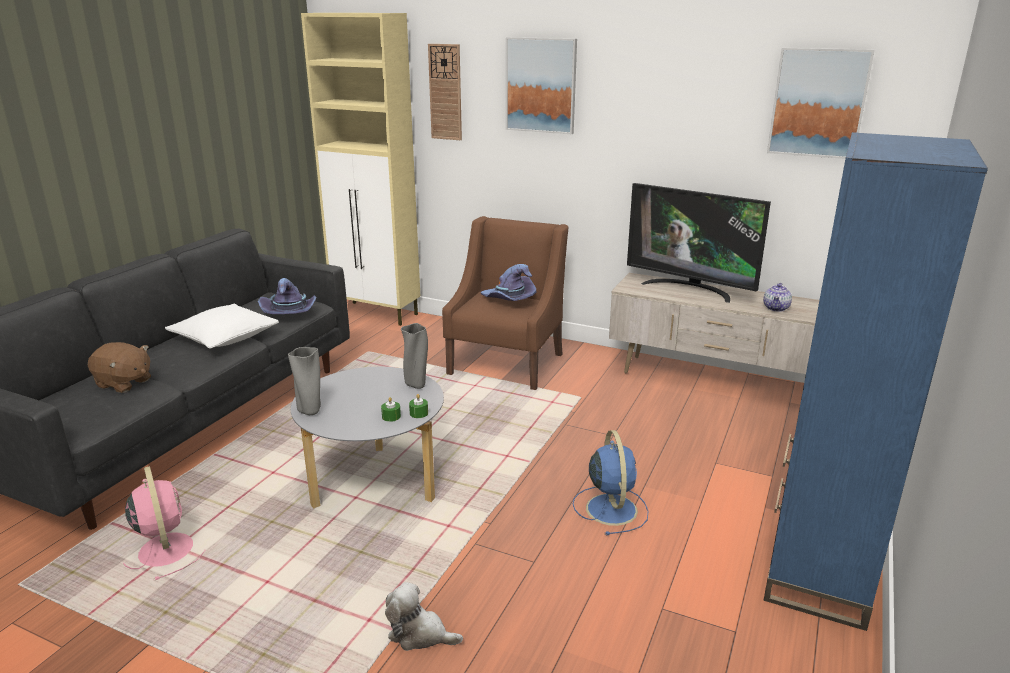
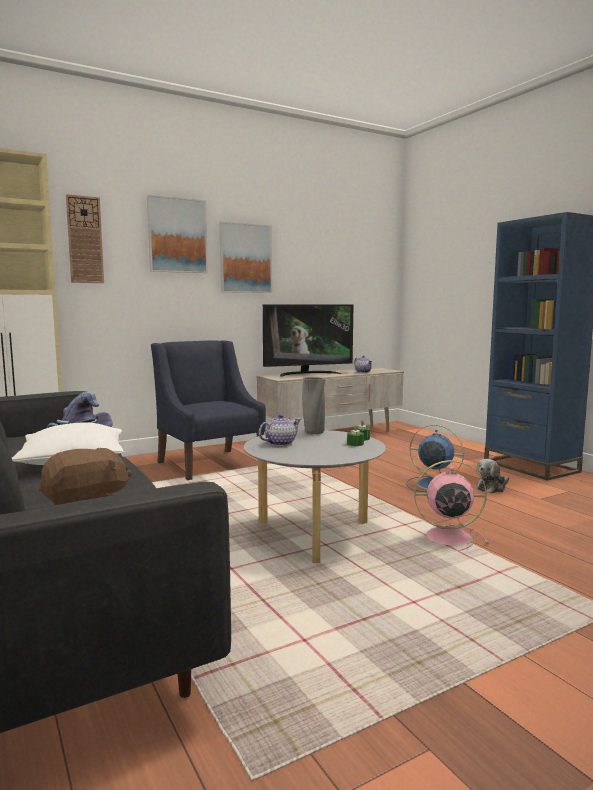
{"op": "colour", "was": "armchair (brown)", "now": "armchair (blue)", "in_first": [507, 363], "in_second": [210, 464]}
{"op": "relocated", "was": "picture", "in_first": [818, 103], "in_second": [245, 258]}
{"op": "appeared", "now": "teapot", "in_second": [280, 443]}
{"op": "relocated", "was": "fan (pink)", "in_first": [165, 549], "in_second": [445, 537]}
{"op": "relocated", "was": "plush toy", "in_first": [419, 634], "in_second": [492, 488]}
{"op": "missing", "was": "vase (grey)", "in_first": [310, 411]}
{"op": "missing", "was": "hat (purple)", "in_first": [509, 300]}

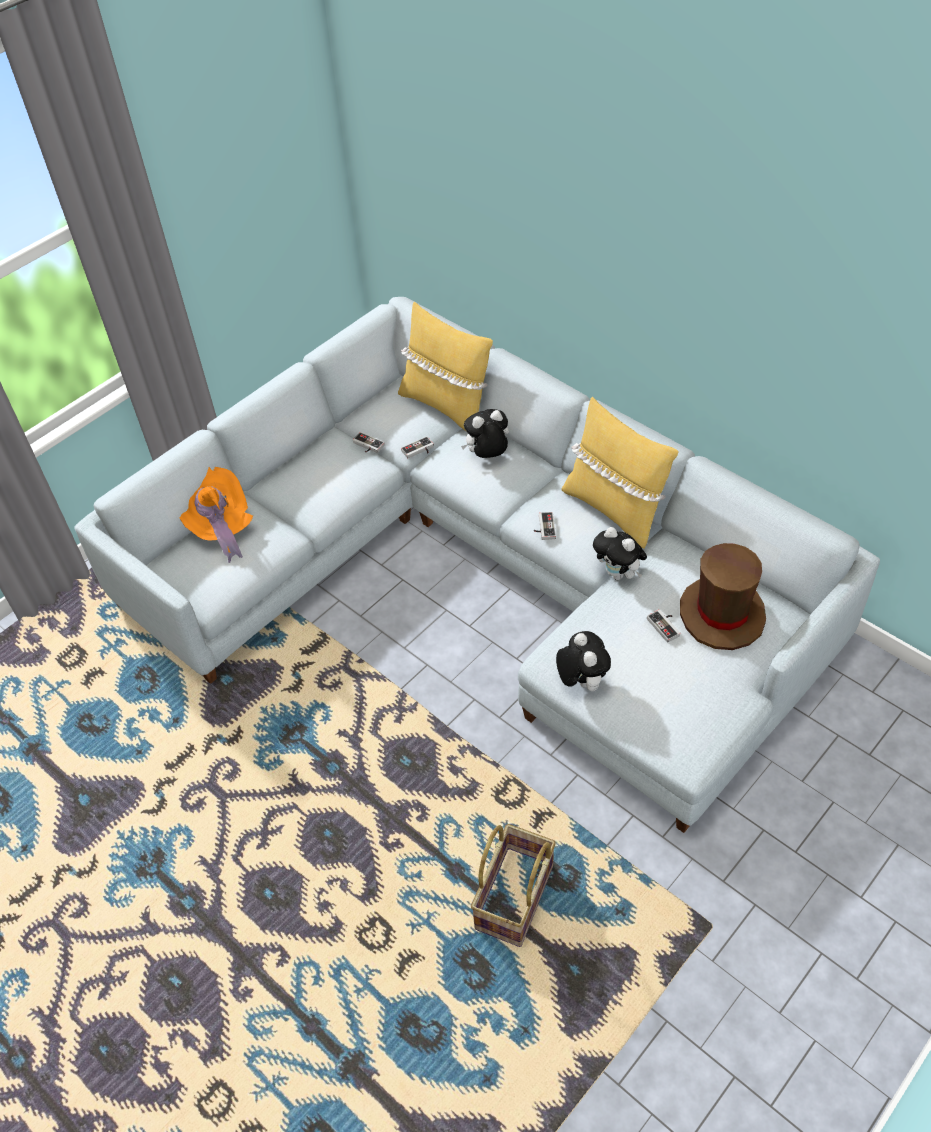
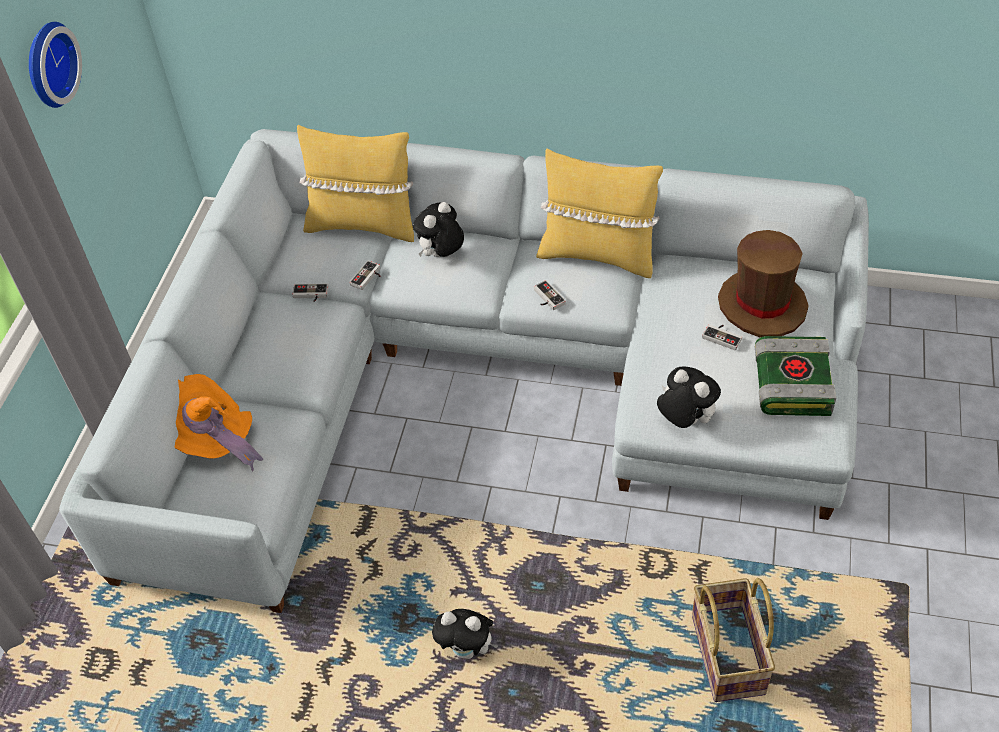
{"op": "appeared", "now": "wall clock", "in_second": [48, 64]}
{"op": "relocated", "was": "plush toy", "in_first": [618, 574], "in_second": [467, 650]}
{"op": "appeared", "now": "book", "in_second": [791, 382]}

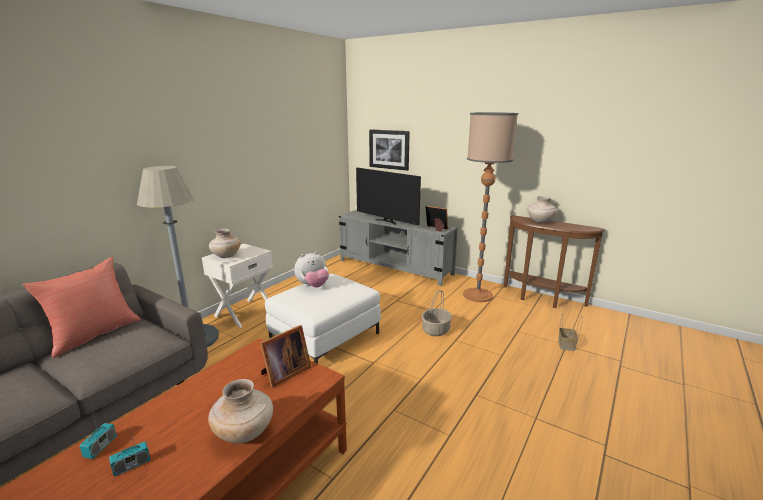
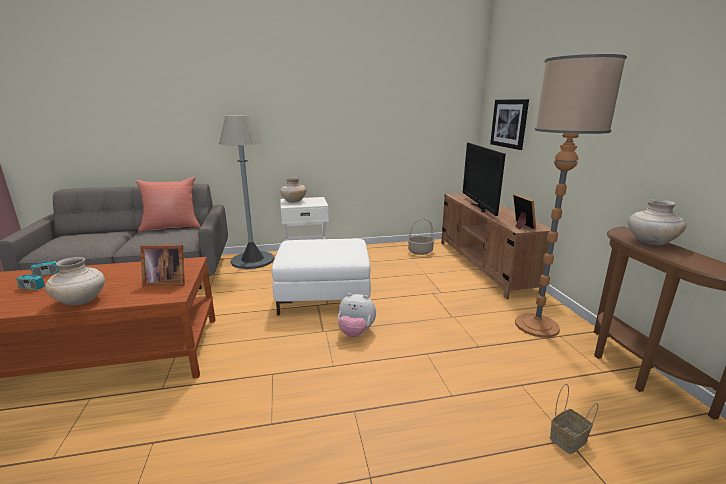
{"op": "relocated", "was": "plush toy", "in_first": [313, 286], "in_second": [356, 332]}
{"op": "relocated", "was": "basket", "in_first": [435, 330], "in_second": [420, 251]}
{"op": "colour", "was": "tv stand (grey)", "now": "tv stand (brown)", "in_first": [395, 267], "in_second": [484, 265]}

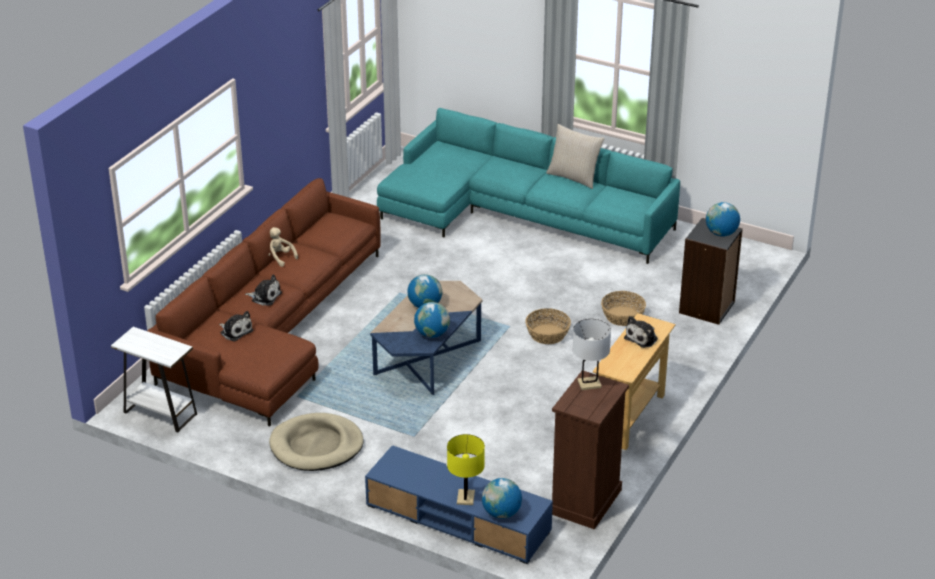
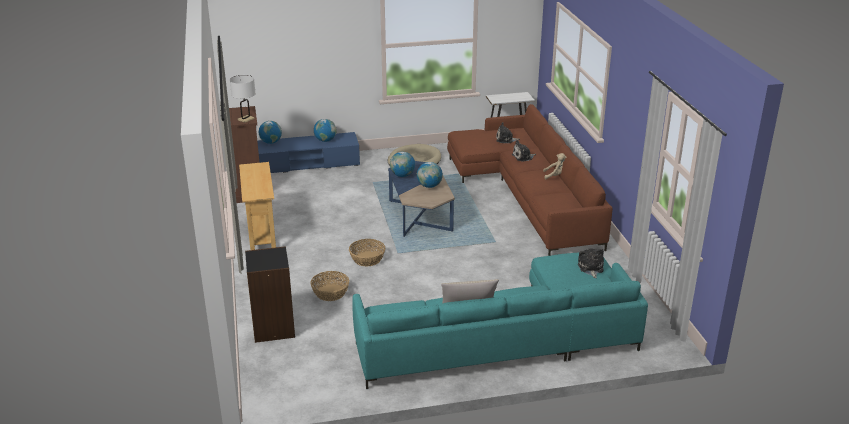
{"op": "relocated", "was": "globe", "in_first": [721, 233], "in_second": [325, 140]}
{"op": "relocated", "was": "plush toy", "in_first": [642, 338], "in_second": [590, 268]}
{"op": "missing", "was": "table lamp (yellow)", "in_first": [465, 498]}

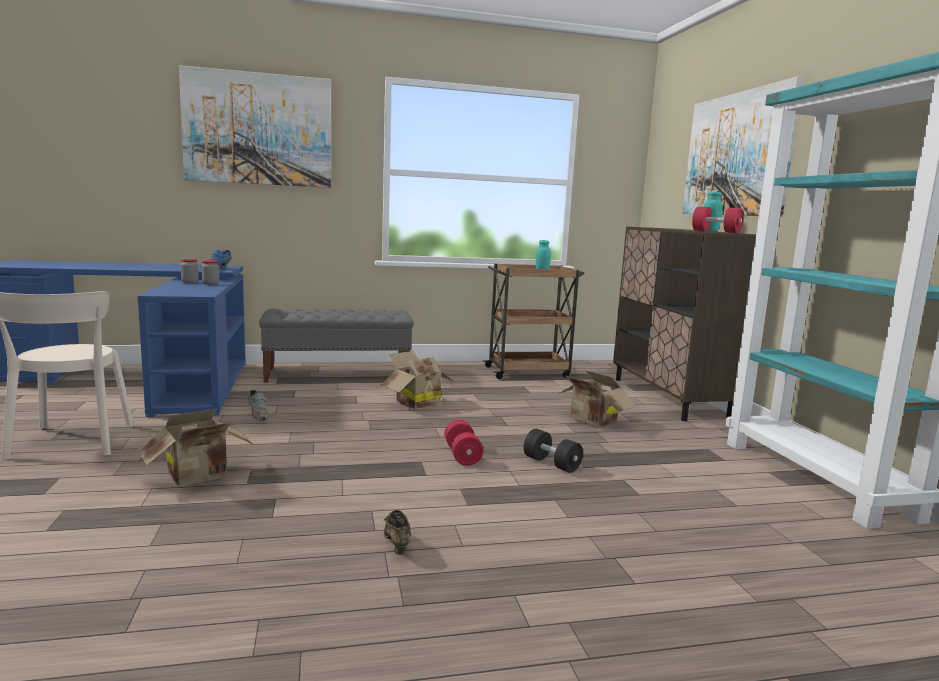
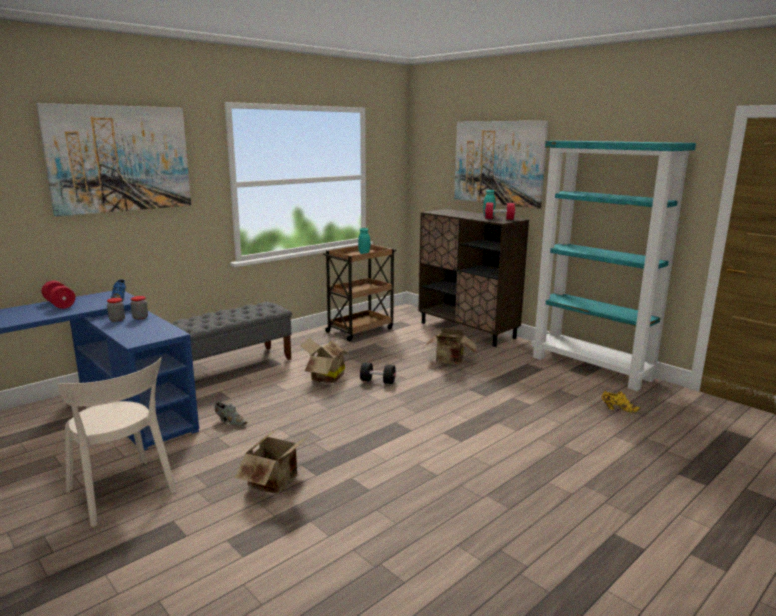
{"op": "relocated", "was": "dumbbell (red)", "in_first": [462, 455], "in_second": [59, 304]}
{"op": "relocated", "was": "dumbbell (black)", "in_first": [551, 464], "in_second": [377, 381]}
{"op": "appeared", "now": "shoe (yellow)", "in_second": [618, 409]}
{"op": "missing", "was": "shoe (brown)", "in_first": [396, 544]}

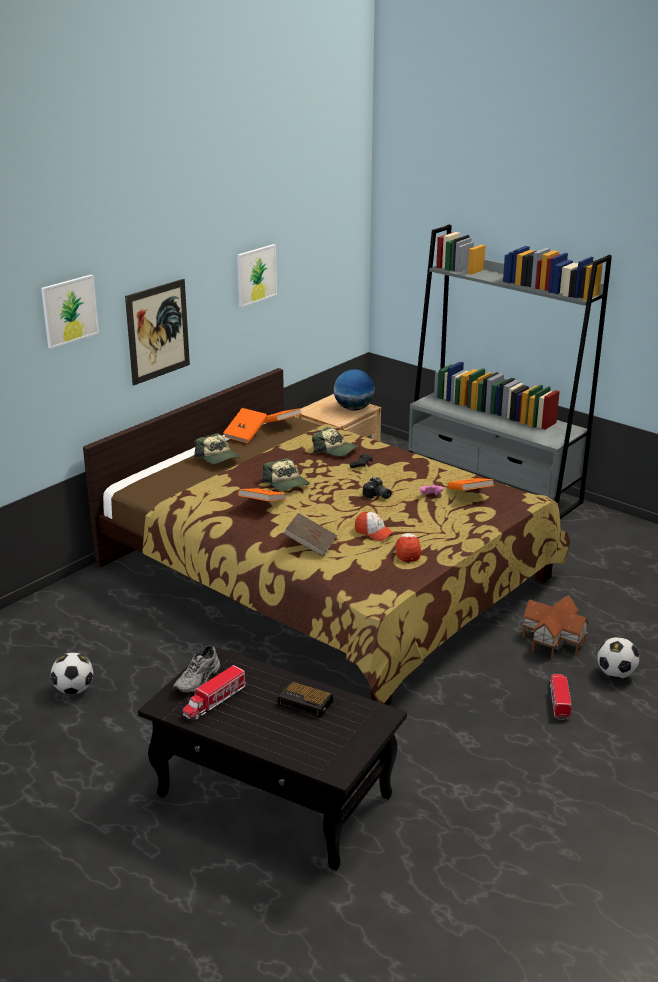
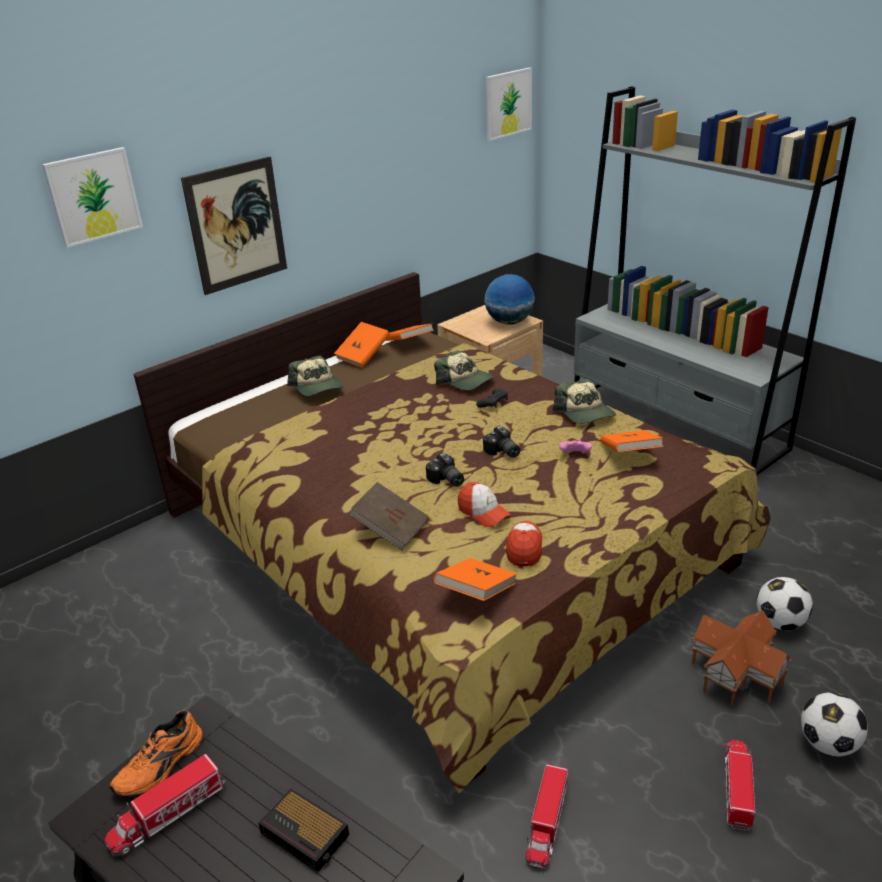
{"op": "colour", "was": "shoe (grey)", "now": "shoe (orange)", "in_first": [199, 680], "in_second": [161, 766]}
{"op": "appeared", "now": "photo camera", "in_second": [446, 480]}
{"op": "relocated", "was": "book (orange)", "in_first": [262, 505], "in_second": [476, 593]}
{"op": "relocated", "was": "picture", "in_first": [256, 275], "in_second": [508, 103]}
{"op": "appeared", "now": "toy truck", "in_second": [547, 823]}
{"op": "relocated", "was": "cap", "in_first": [286, 483], "in_second": [585, 413]}
{"op": "relocated", "was": "football", "in_first": [74, 690], "in_second": [780, 622]}

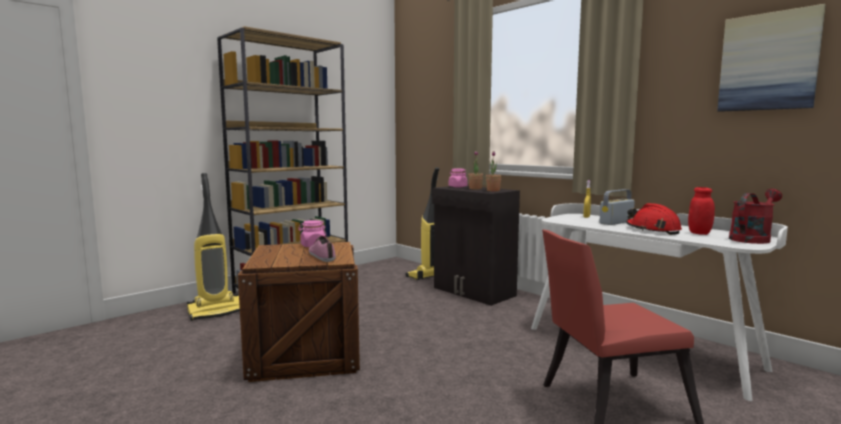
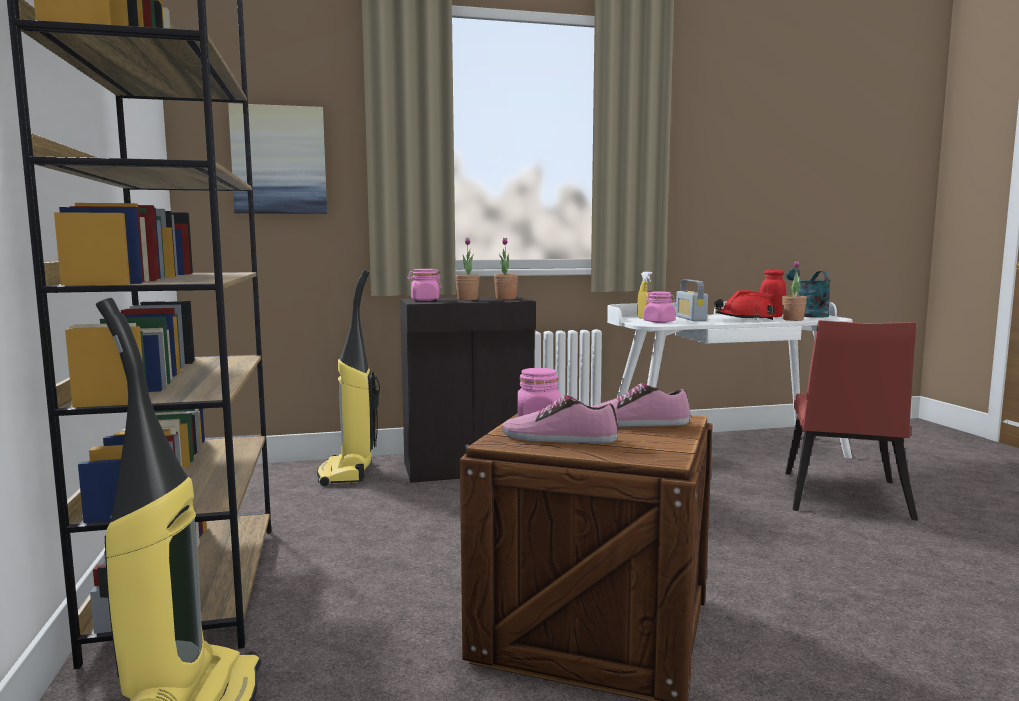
{"op": "relocated", "was": "picture", "in_first": [768, 62], "in_second": [279, 160]}
{"op": "appeared", "now": "shoe", "in_second": [559, 438]}
{"op": "appeared", "now": "jar (pink)", "in_second": [659, 322]}
{"op": "appeared", "now": "potted plant", "in_second": [793, 320]}
{"op": "colour", "was": "watering can (red)", "now": "watering can (turquoise)", "in_first": [752, 239], "in_second": [807, 315]}

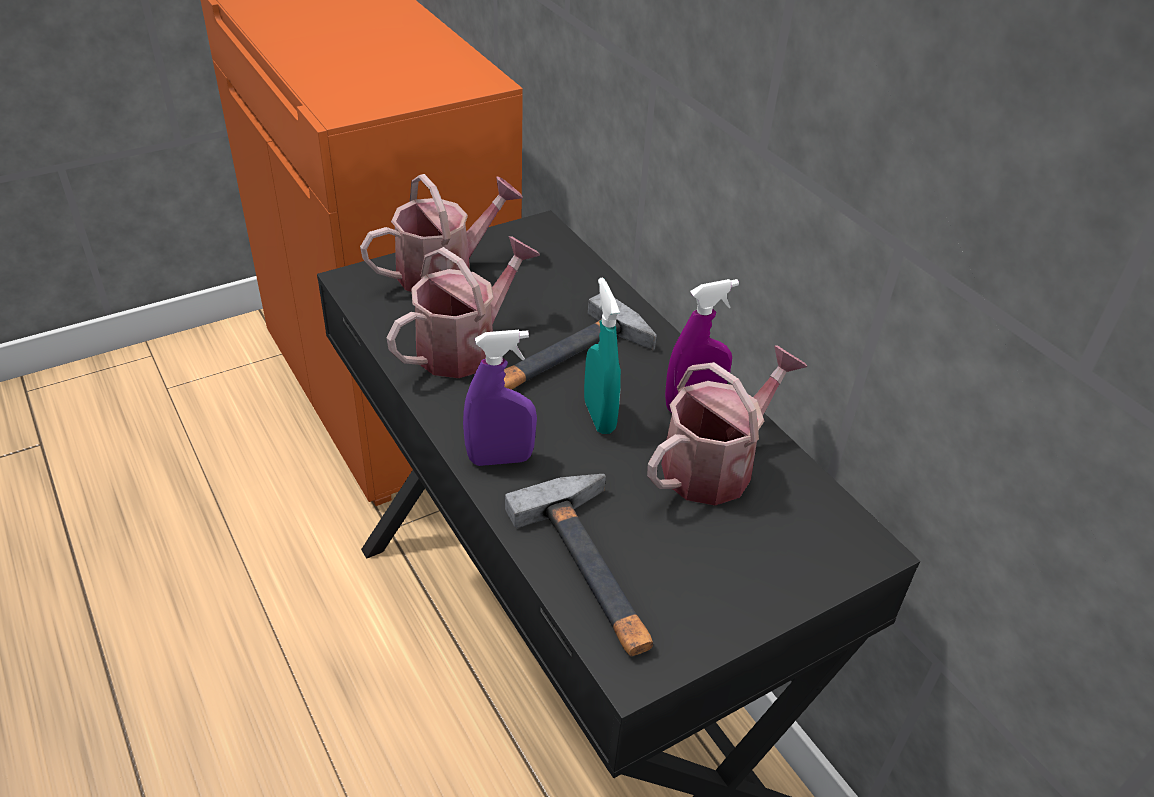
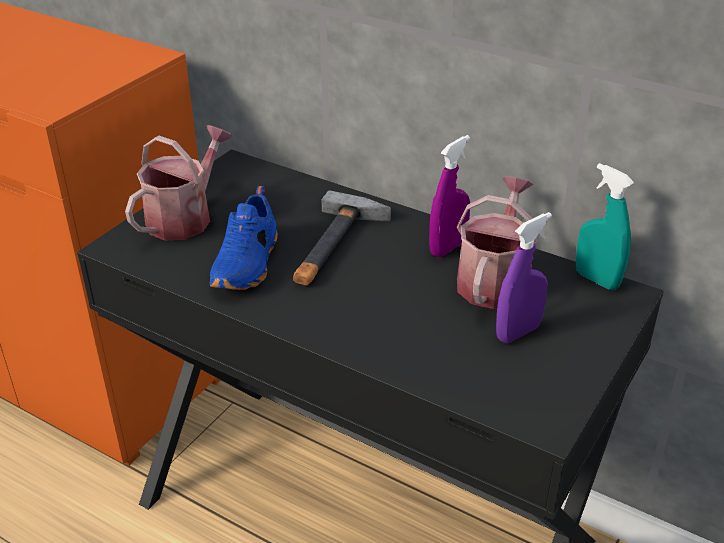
{"op": "exchanged", "was": "watering can", "now": "shoe (blue)", "in_first": [465, 346], "in_second": [248, 264]}
{"op": "relocated", "was": "spray bottle (purple)", "in_first": [500, 459], "in_second": [518, 332]}
{"op": "relocated", "was": "spray bottle (turquoise)", "in_first": [599, 416], "in_second": [596, 279]}
{"op": "missing", "was": "hammer", "in_first": [595, 568]}

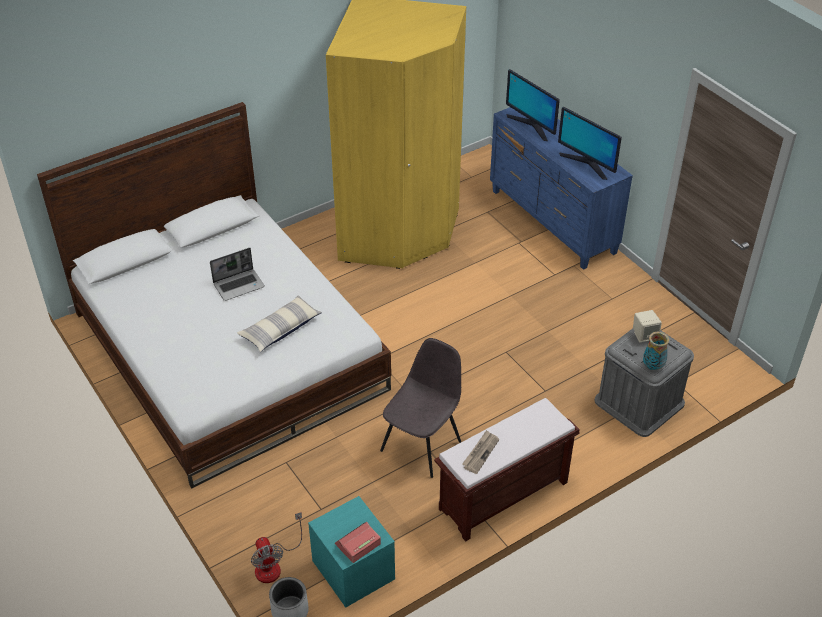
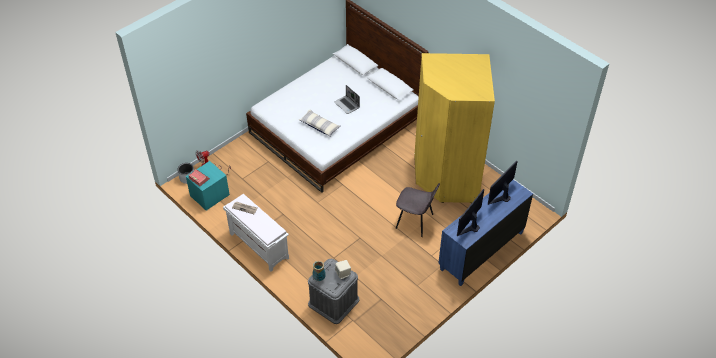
{"op": "colour", "was": "bench (brown)", "now": "bench (white)", "in_first": [502, 497], "in_second": [258, 246]}
{"op": "relocated", "was": "chair (grey)", "in_first": [422, 444], "in_second": [415, 221]}

